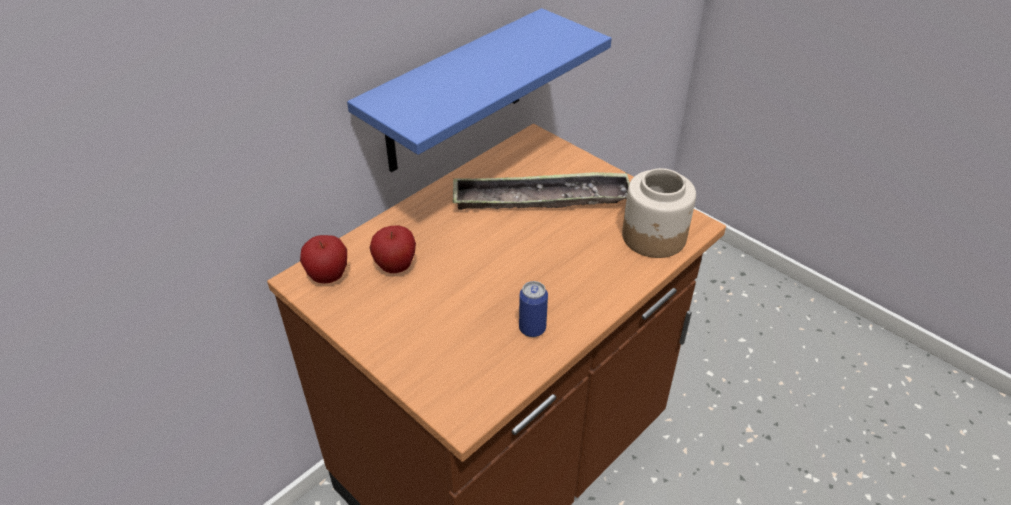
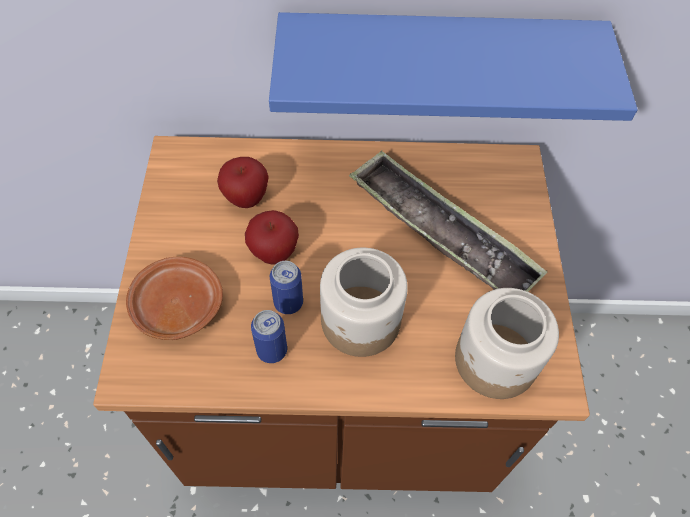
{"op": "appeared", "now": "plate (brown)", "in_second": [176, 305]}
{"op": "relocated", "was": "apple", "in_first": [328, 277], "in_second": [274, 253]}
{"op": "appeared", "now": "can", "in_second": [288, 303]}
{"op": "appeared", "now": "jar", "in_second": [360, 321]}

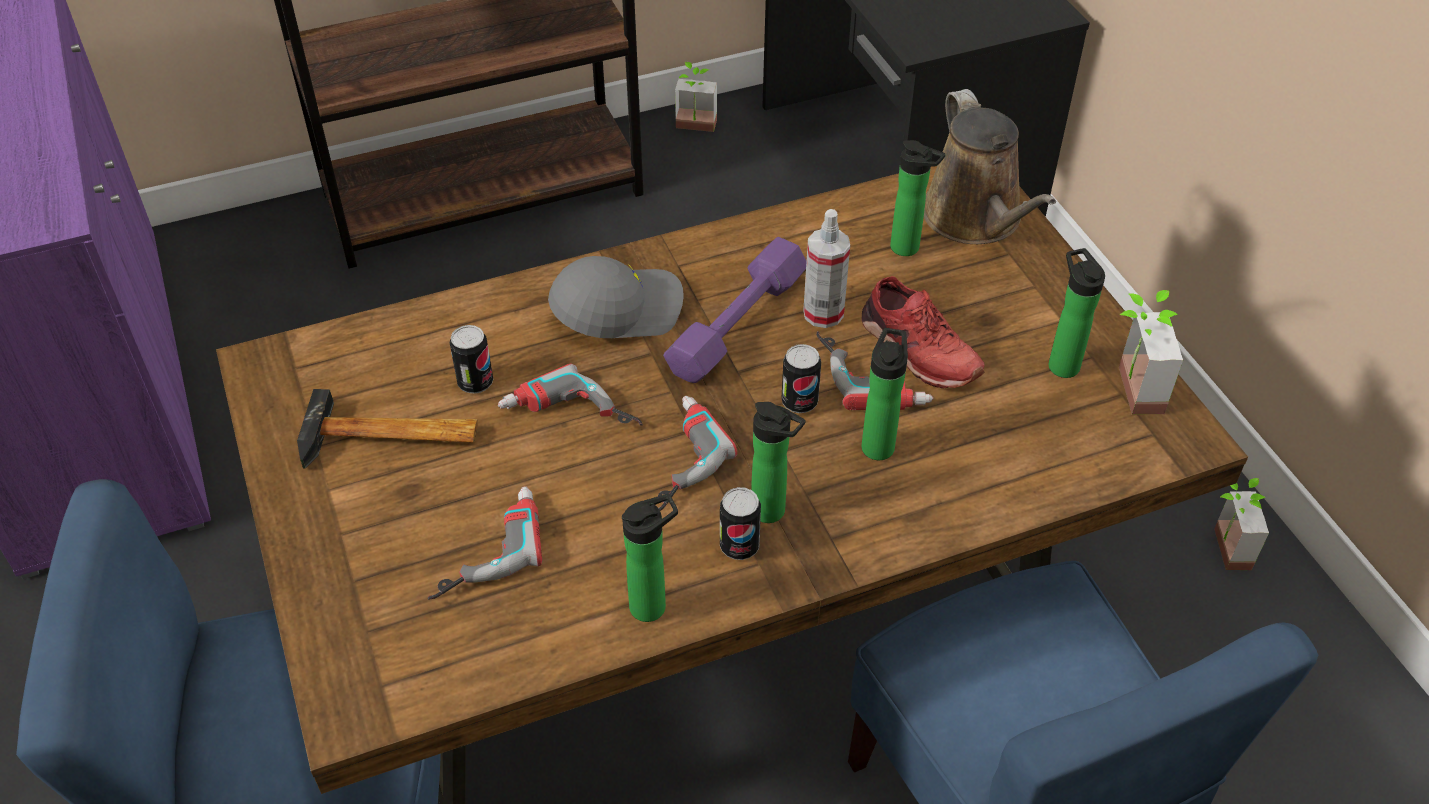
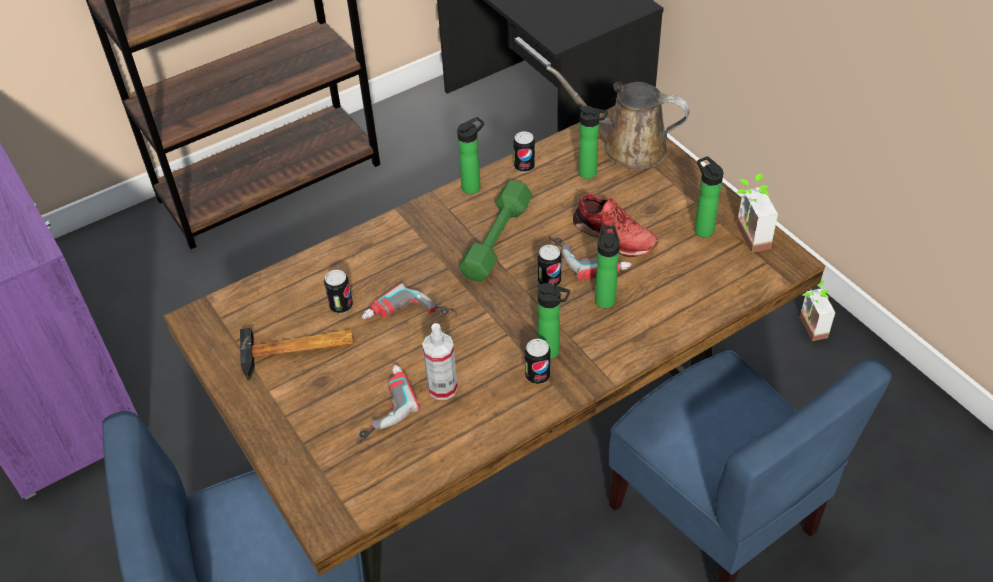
{"op": "relocated", "was": "spray bottle", "in_first": [823, 313], "in_second": [442, 388]}
{"op": "relocated", "was": "bottle", "in_first": [653, 605], "in_second": [473, 186]}
{"op": "colour", "was": "dumbbell (purple)", "now": "dumbbell (green)", "in_first": [738, 324], "in_second": [497, 239]}
{"op": "appeared", "now": "can", "in_second": [524, 166]}
{"op": "spun", "was": "watering can (brown)", "in_first": [976, 219], "in_second": [627, 147], "clockwise": 135}
{"op": "missing", "was": "cap (grey)", "in_first": [617, 308]}
{"op": "missing", "was": "power drill", "in_first": [675, 458]}
{"op": "missing", "was": "potted plant", "in_first": [695, 129]}

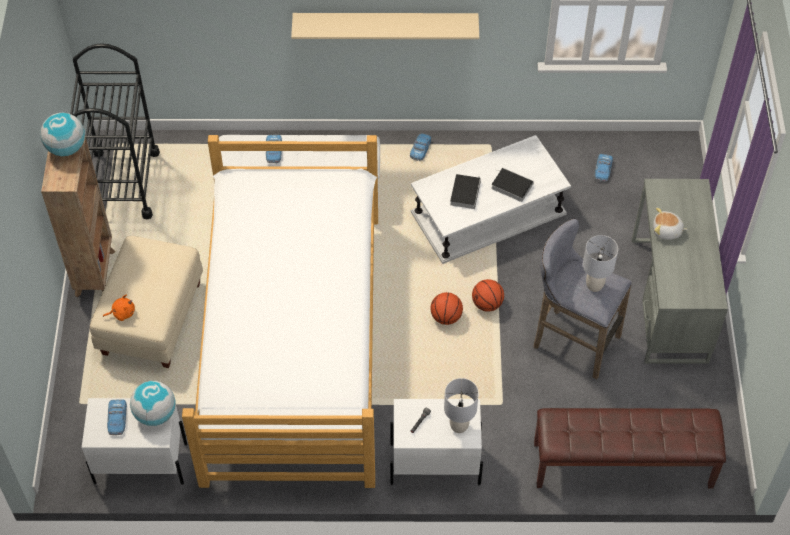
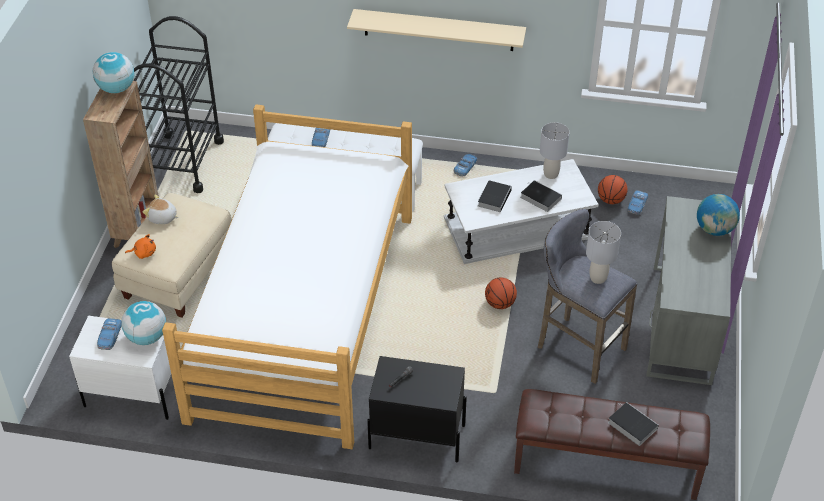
{"op": "relocated", "was": "plush toy", "in_first": [667, 231], "in_second": [162, 218]}
{"op": "colour", "was": "nightstand (white)", "now": "nightstand (black)", "in_first": [434, 464], "in_second": [416, 436]}
{"op": "relocated", "was": "table lamp (grey)", "in_first": [459, 426], "in_second": [551, 174]}
{"op": "relocated", "was": "basketball", "in_first": [446, 317], "in_second": [611, 200]}
{"op": "appeared", "now": "book", "in_second": [631, 425]}
{"op": "appeared", "now": "globe", "in_second": [714, 229]}

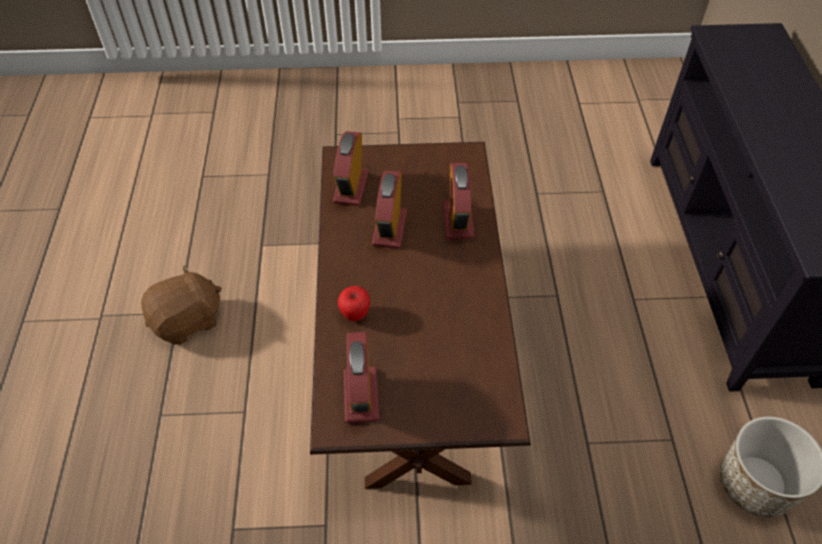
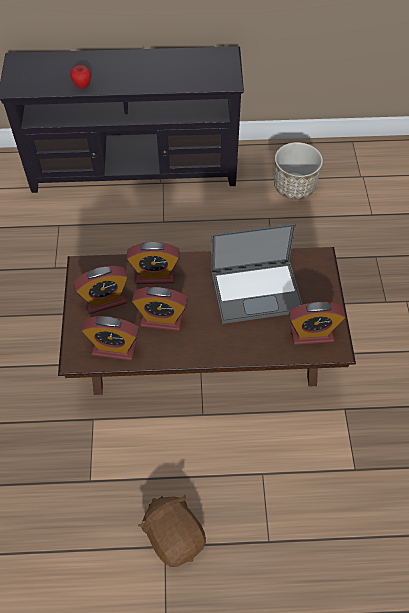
{"op": "relocated", "was": "apple", "in_first": [355, 314], "in_second": [82, 86]}
{"op": "appeared", "now": "alarm clock", "in_second": [105, 300]}
{"op": "appeared", "now": "laptop", "in_second": [257, 290]}

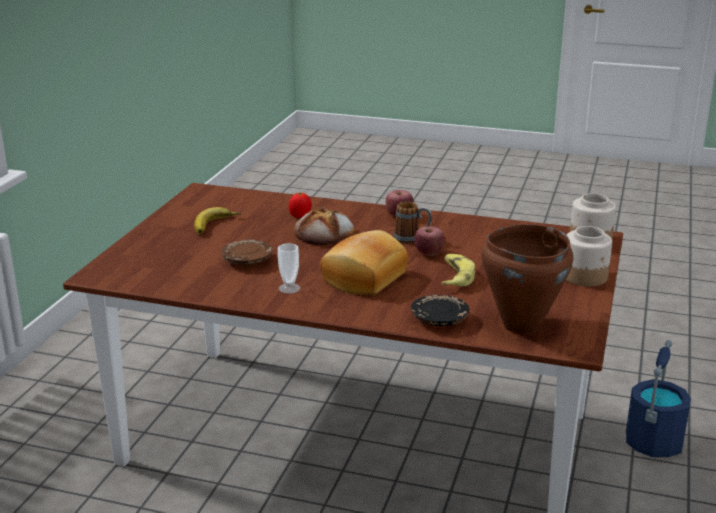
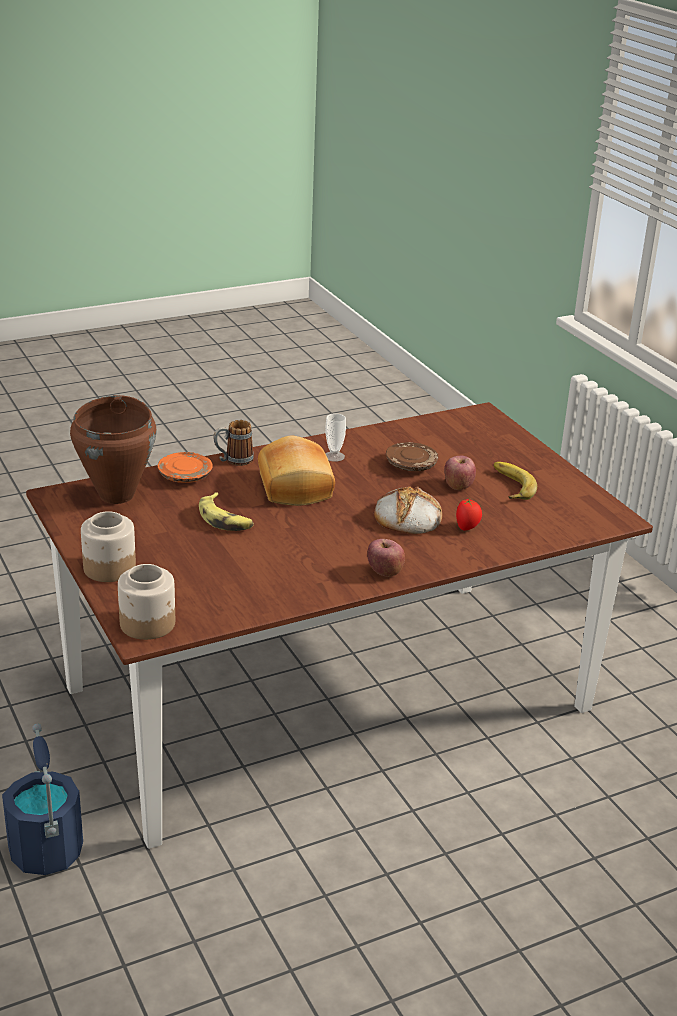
{"op": "colour", "was": "plate (black)", "now": "plate (orange)", "in_first": [439, 319], "in_second": [185, 476]}
{"op": "relocated", "was": "mug", "in_first": [412, 239], "in_second": [233, 460]}
{"op": "relocated", "was": "apple", "in_first": [429, 253], "in_second": [458, 486]}

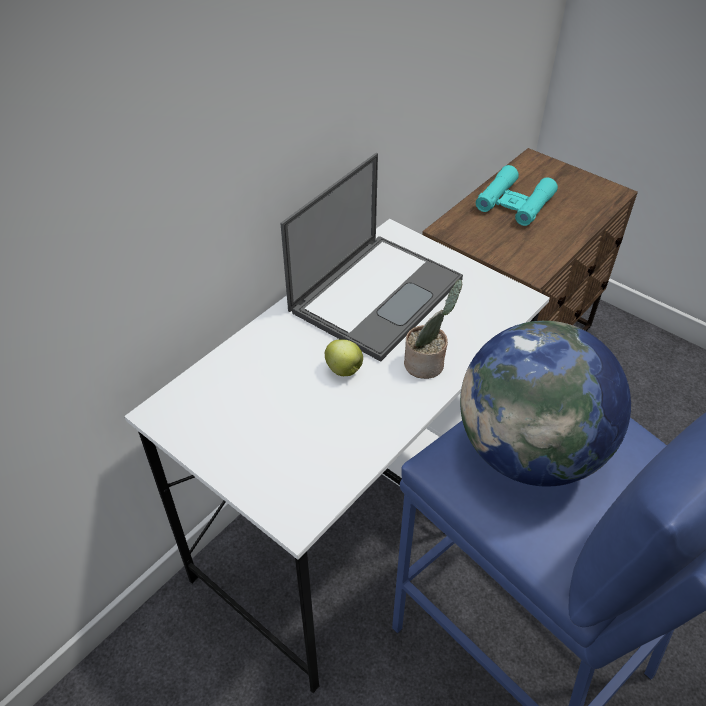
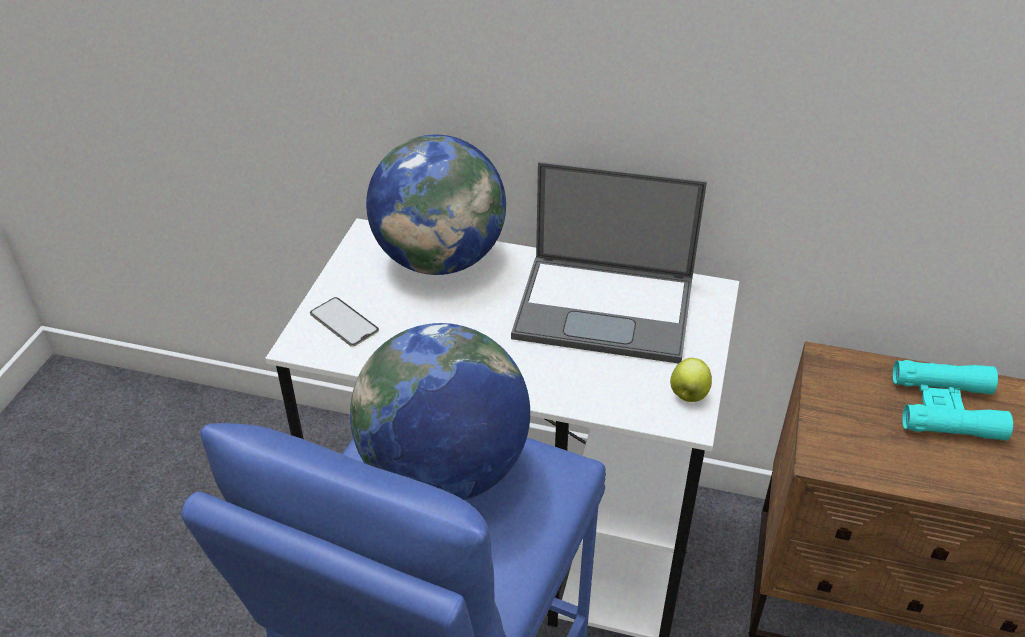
{"op": "appeared", "now": "phone", "in_second": [344, 322]}
{"op": "appeared", "now": "globe", "in_second": [440, 259]}
{"op": "relocated", "was": "apple", "in_first": [345, 370], "in_second": [688, 395]}
{"op": "missing", "was": "potted plant", "in_first": [427, 364]}

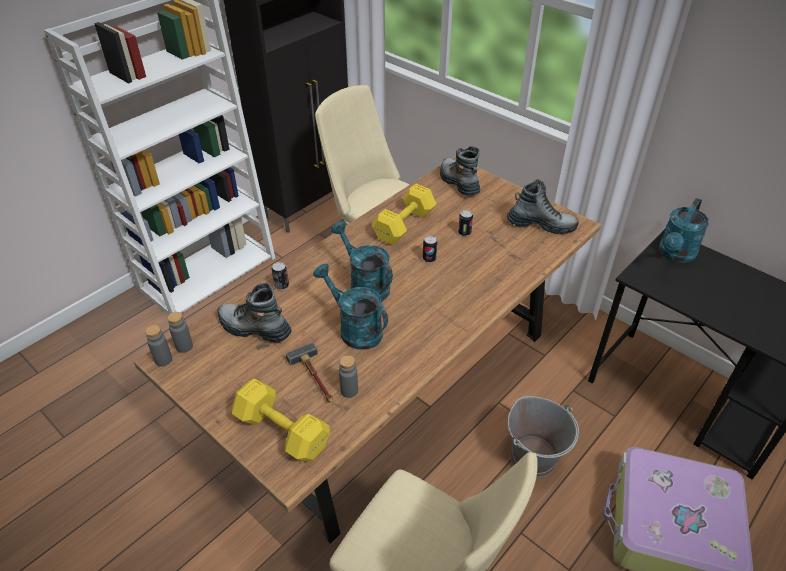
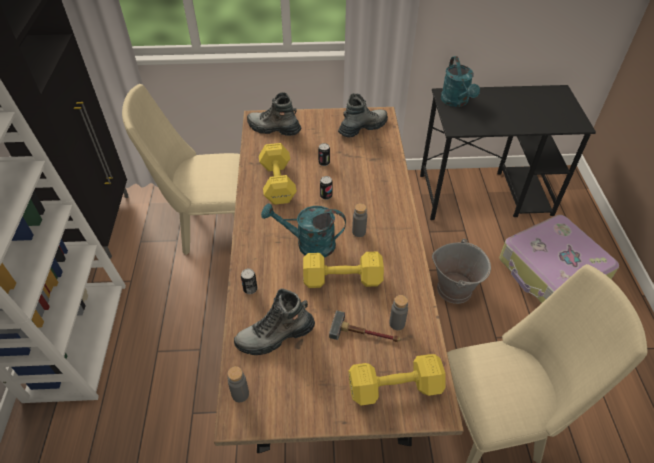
{"op": "exchanged", "was": "watering can (turquoise)", "now": "dumbbell (yellow)", "in_first": [354, 329], "in_second": [344, 280]}
{"op": "relocated", "was": "bottle (grey)", "in_first": [163, 360], "in_second": [359, 232]}

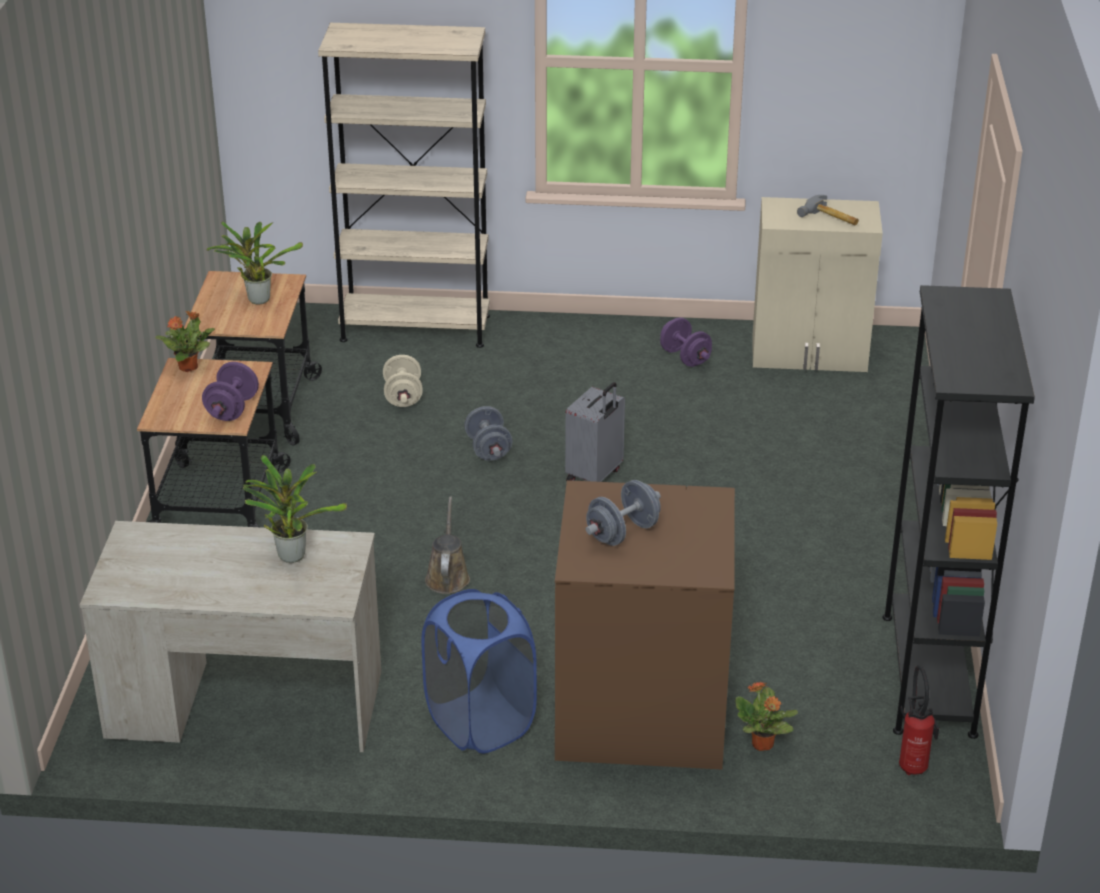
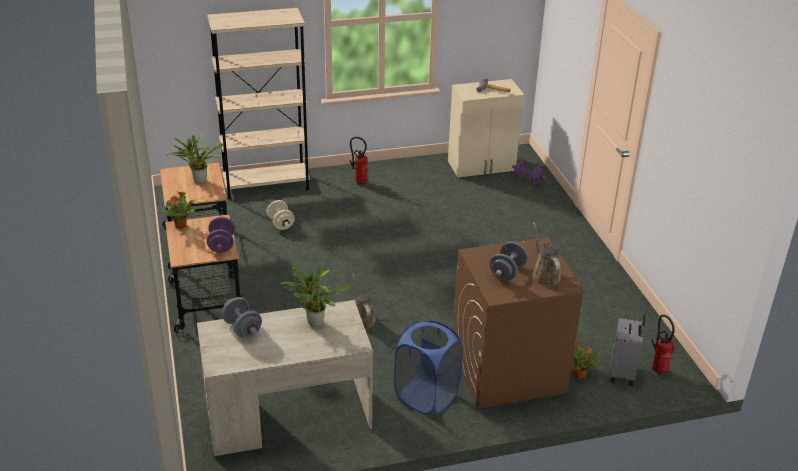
{"op": "relocated", "was": "dumbbell (grey)", "in_first": [488, 449], "in_second": [242, 329]}
{"op": "appeared", "now": "fire extinguisher", "in_second": [359, 181]}
{"op": "relocated", "was": "dumbbell (purple)", "in_first": [685, 357], "in_second": [528, 180]}
{"op": "appeared", "now": "watering can (brown)", "in_second": [544, 275]}
{"op": "relocated", "was": "suitcase (grey)", "in_first": [595, 476], "in_second": [623, 373]}
{"op": "missing", "was": "bookcase (black)", "in_first": [928, 674]}

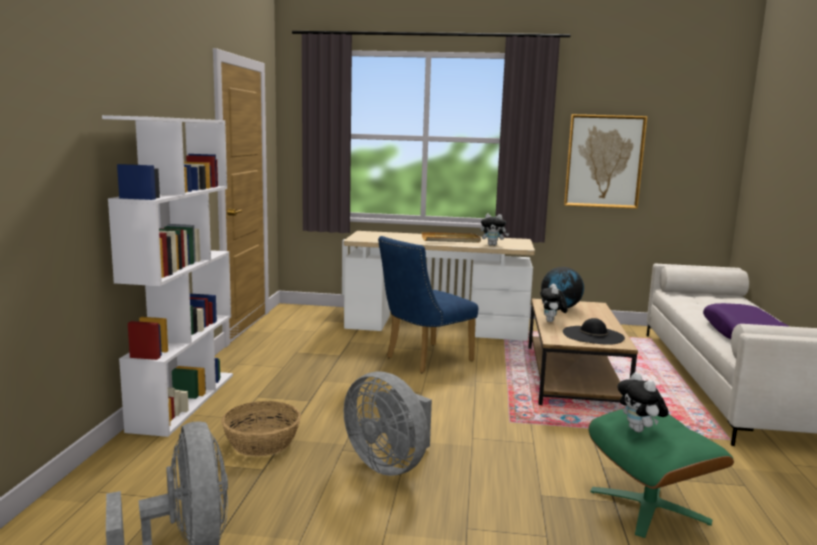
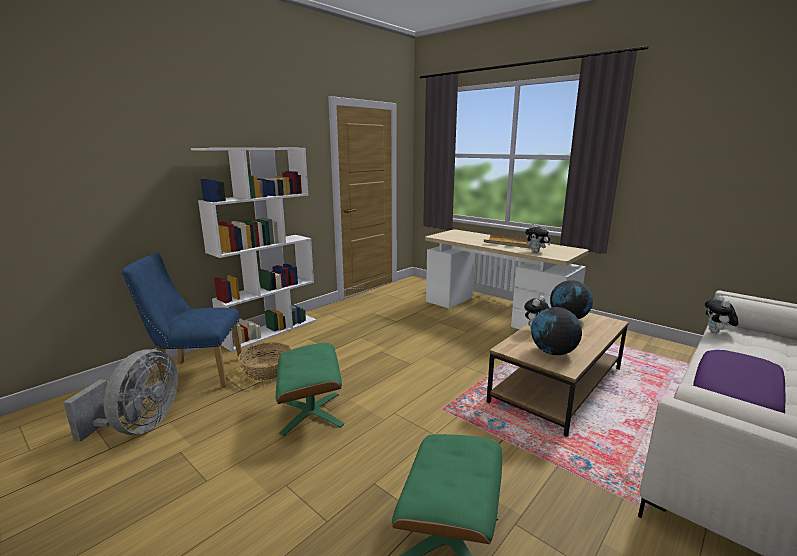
{"op": "relocated", "was": "chair (blue)", "in_first": [423, 360], "in_second": [196, 373]}
{"op": "exchanged", "was": "fan (grey)", "now": "ottoman (green)", "in_first": [389, 464], "in_second": [311, 413]}
{"op": "exchanged", "was": "hat (black)", "now": "globe", "in_first": [593, 335], "in_second": [553, 352]}
{"op": "relocated", "was": "plush toy", "in_first": [639, 430], "in_second": [716, 332]}
{"op": "missing", "was": "picture", "in_first": [604, 161]}

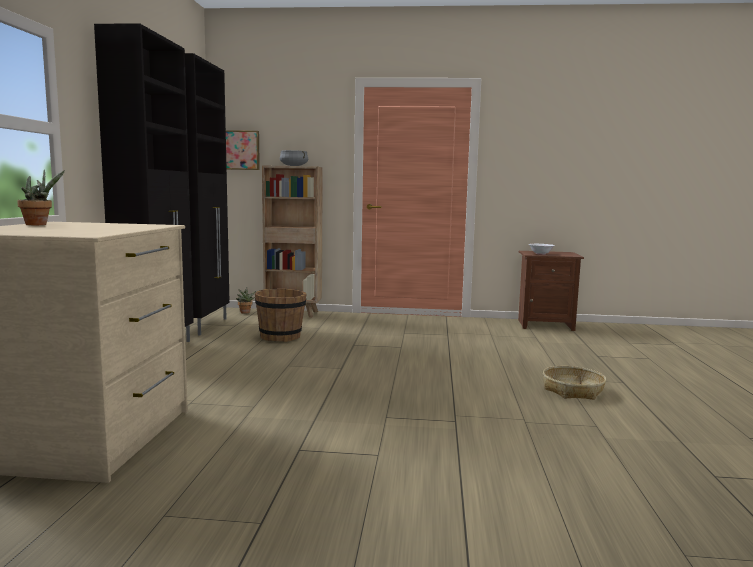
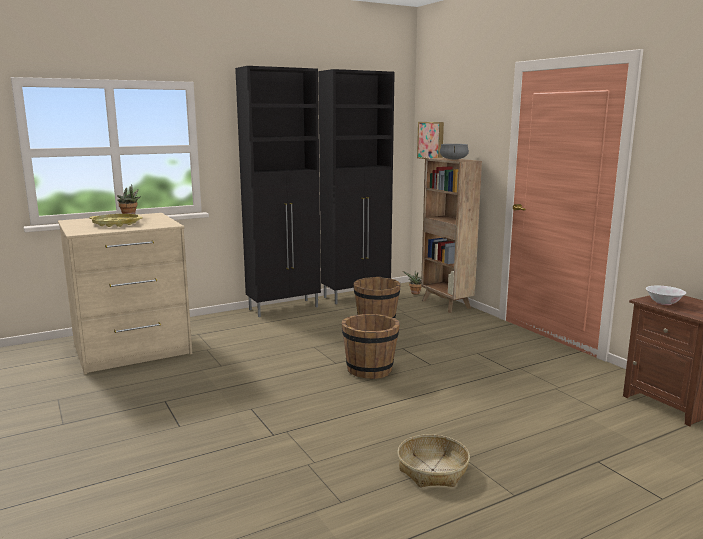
{"op": "appeared", "now": "tray (yellow)", "in_second": [116, 224]}
{"op": "appeared", "now": "bucket (brown)", "in_second": [370, 370]}

